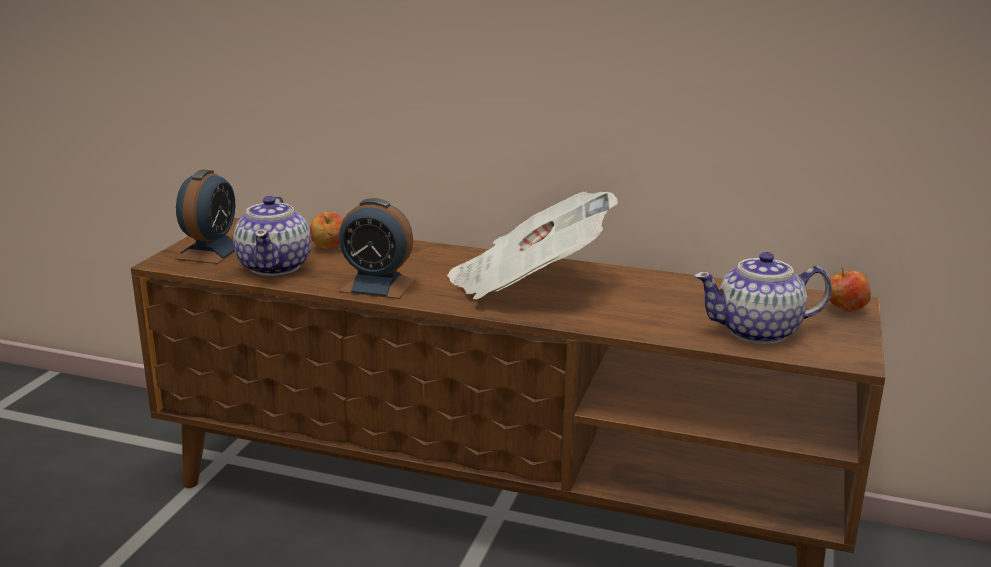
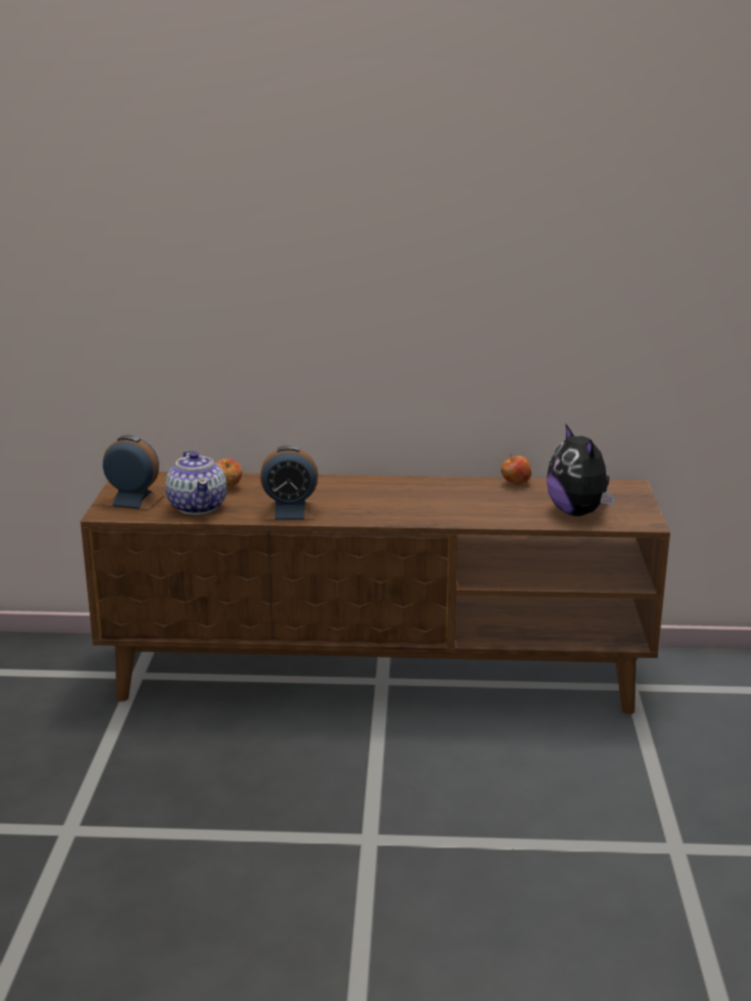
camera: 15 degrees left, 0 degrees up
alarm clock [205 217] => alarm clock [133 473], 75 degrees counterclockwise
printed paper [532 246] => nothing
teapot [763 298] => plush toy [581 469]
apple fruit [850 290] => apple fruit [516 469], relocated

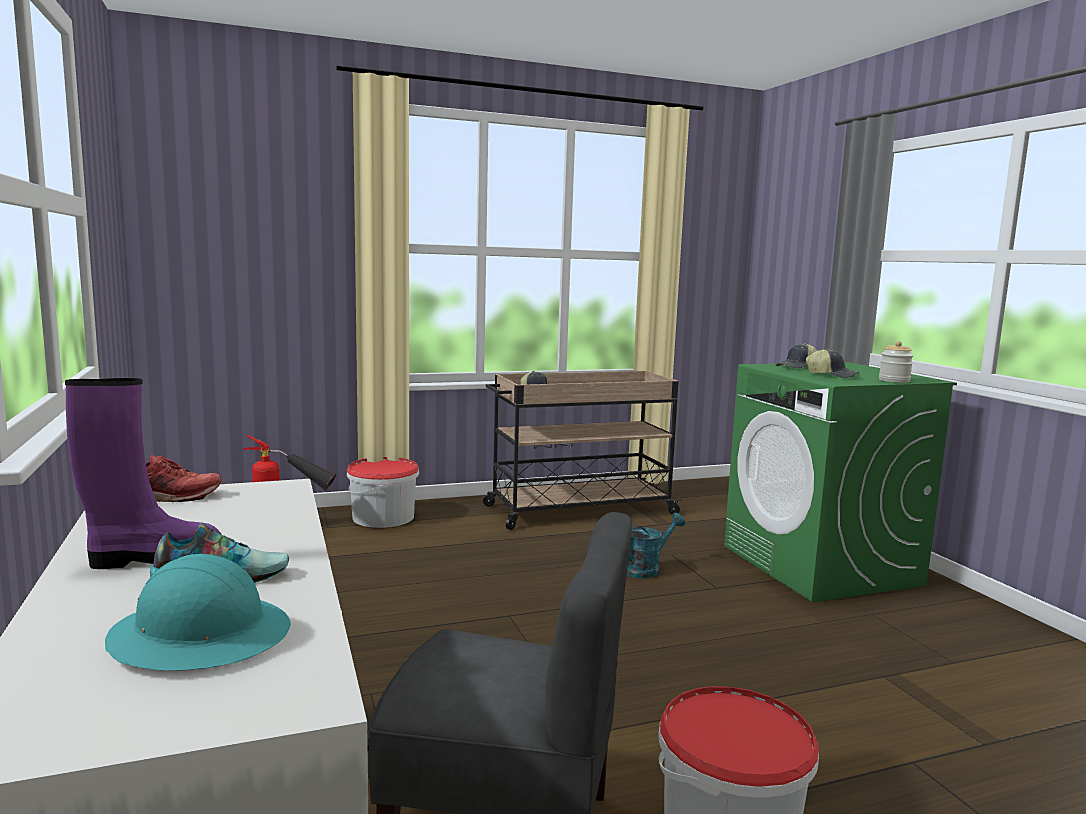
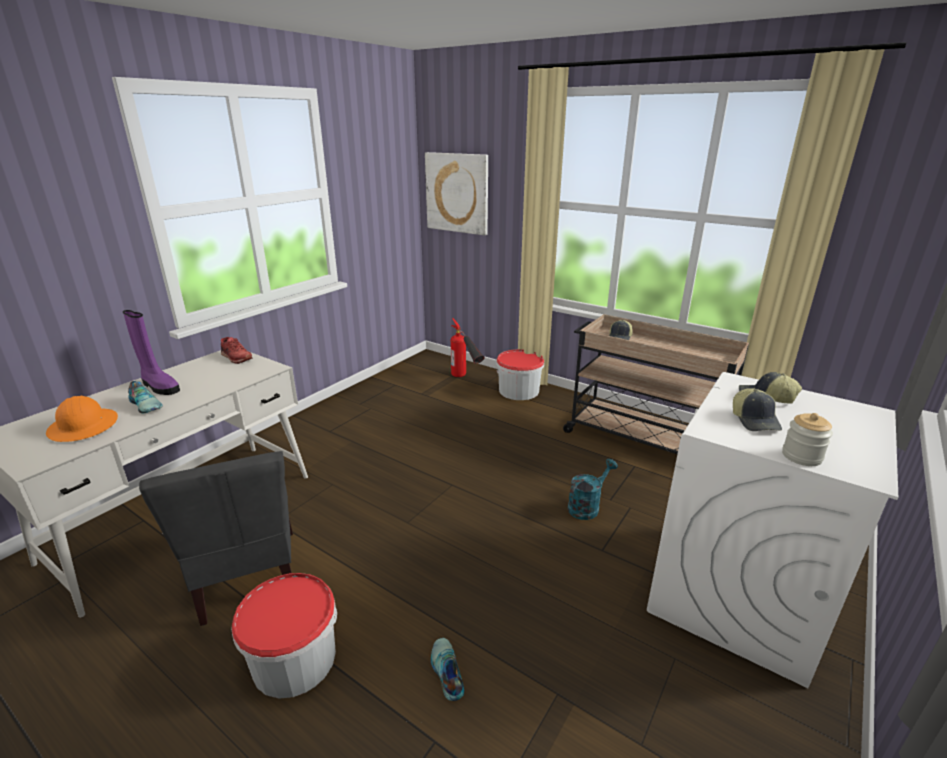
camera: 55 degrees right, 15 degrees up
green laundry appliance [840 482] => white laundry appliance [772 530]
blue-green sprinkling can [656 546] => blue-green sprinkling can [593 489], 60 degrees counterclockwise
blue-green hard hat [198 612] => orange-coloured hard hat [82 419]
nothing => wall art [456 193]
nothing => low shoe [447 669]

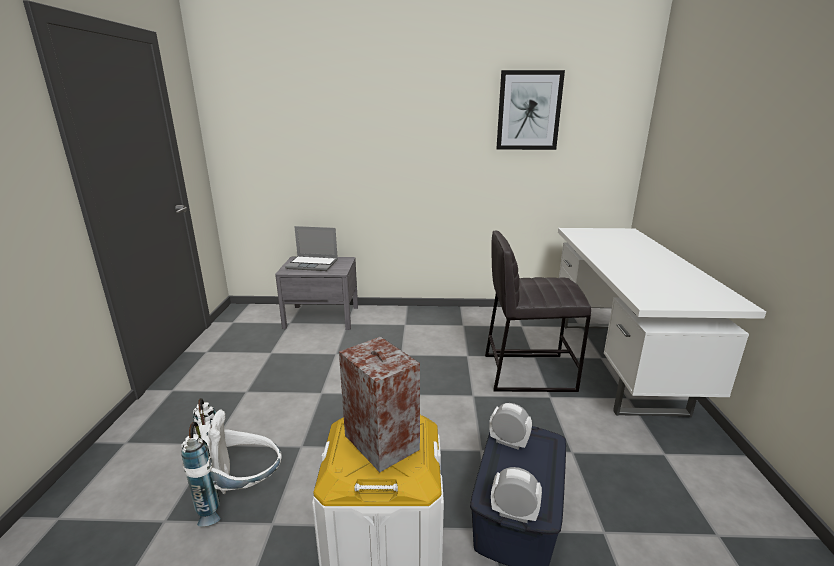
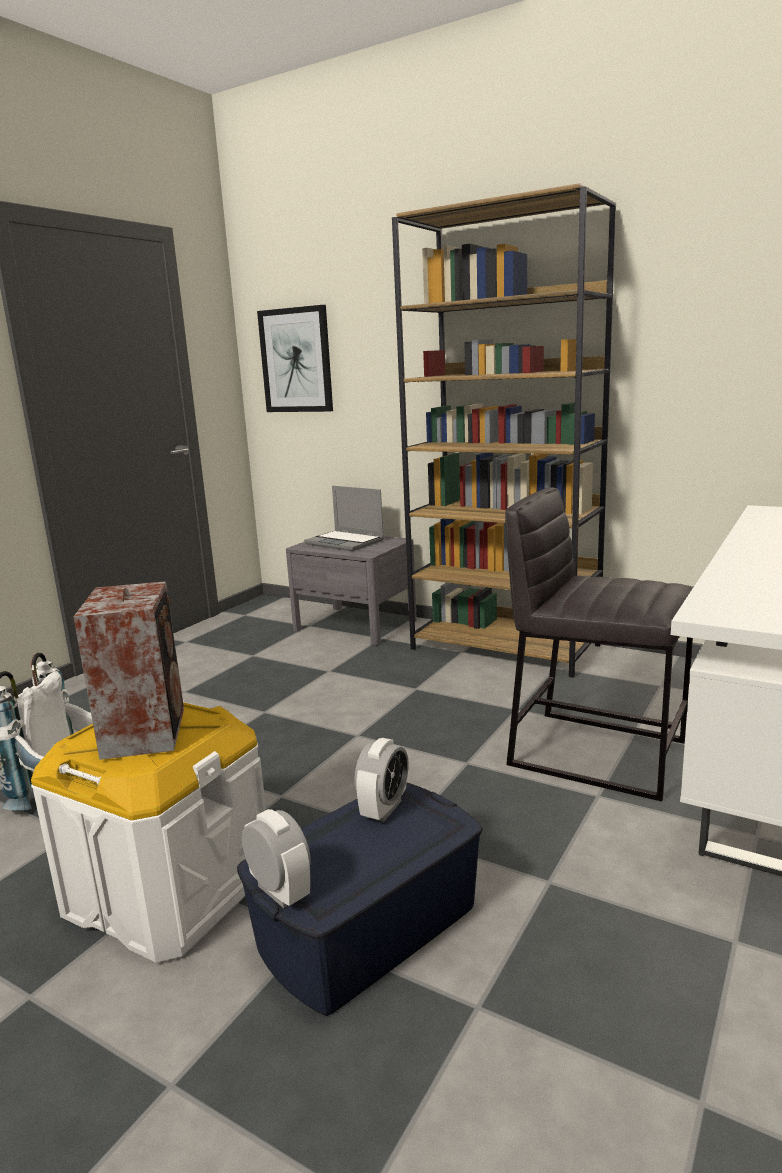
camera: 30 degrees right, 5 degrees down
wall art [530 110] => wall art [295 358], relocated
alarm clock [510 426] => alarm clock [382 780], 60 degrees clockwise
nothing => brownish bookshelf [504 430]

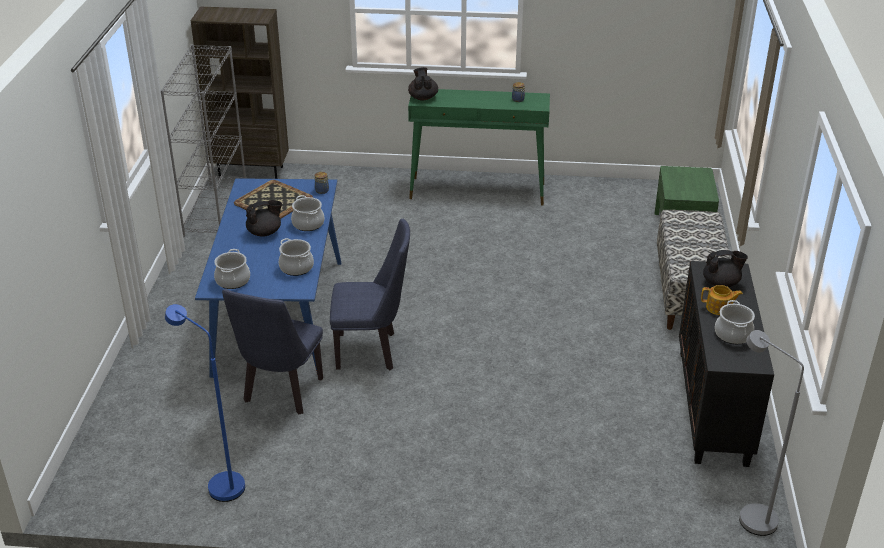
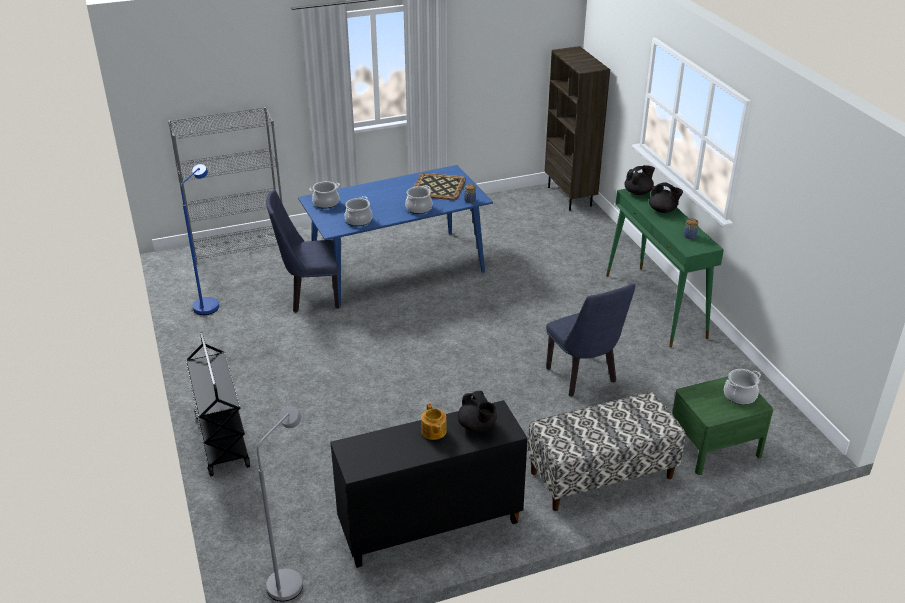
camera: 65 degrees right, 0 degrees up
gray bookshelf [203 141] => gray bookshelf [225 186], relocated
blackish teapot [264 218] => blackish teapot [666 197], relocated
blue-coloured plain chair [370 294] => blue-coloured plain chair [590 340], relocated
saucepot [735 322] => saucepot [742 387], relocated
nothing => blackish wheeled cart [218 404]

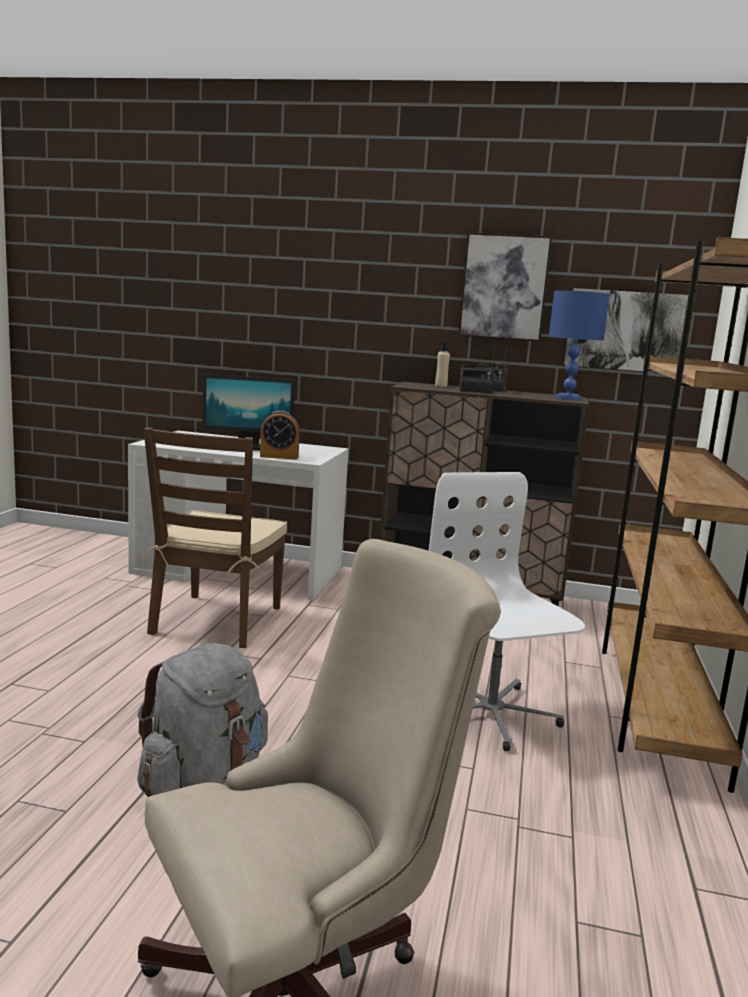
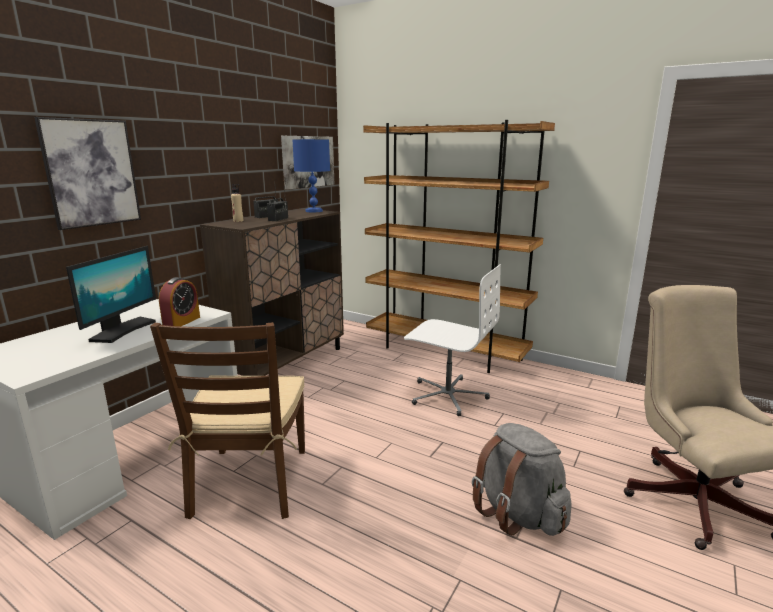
camera: 70 degrees left, 5 degrees up
wall art [505 287] => wall art [87 173], relocated
brownish plain chair [214 537] => brownish plain chair [227 420], 60 degrees clockwise
white desk chair [507 611] => white desk chair [452 340], 150 degrees counterclockwise

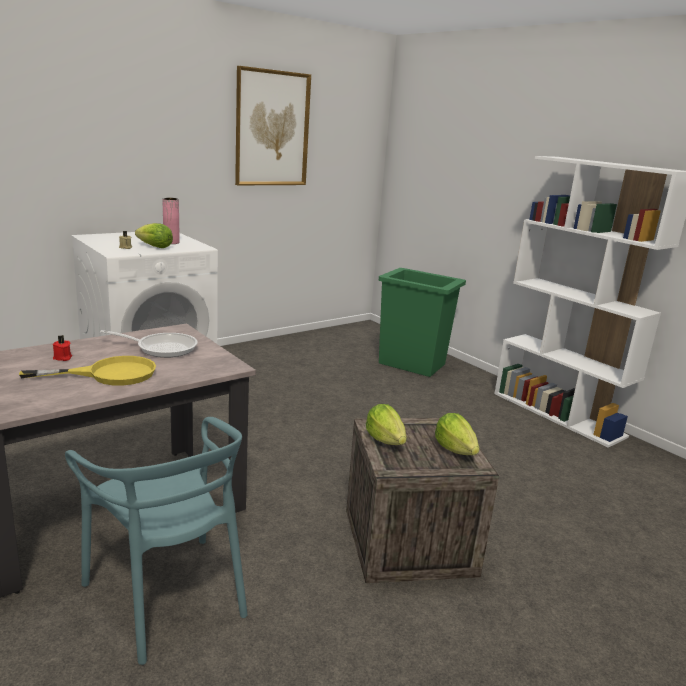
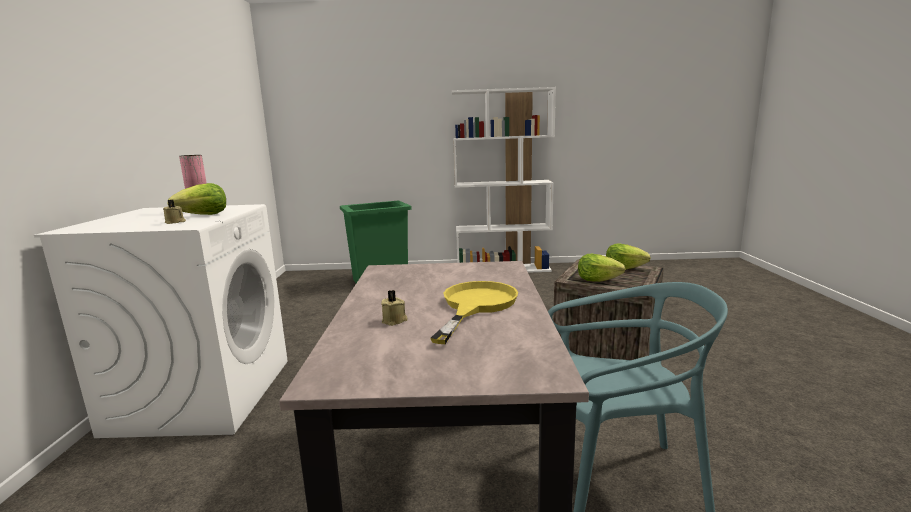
camera: 50 degrees left, 5 degrees down
wall art [273 125] => nothing
skillet [149 344] => nothing
red wax light [62 348] => beige wax light [394 308]

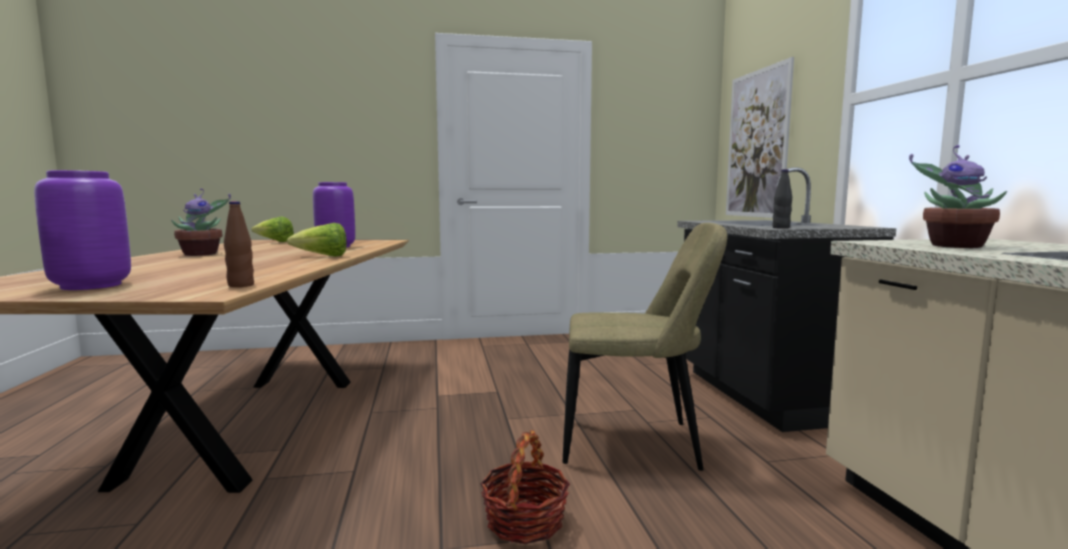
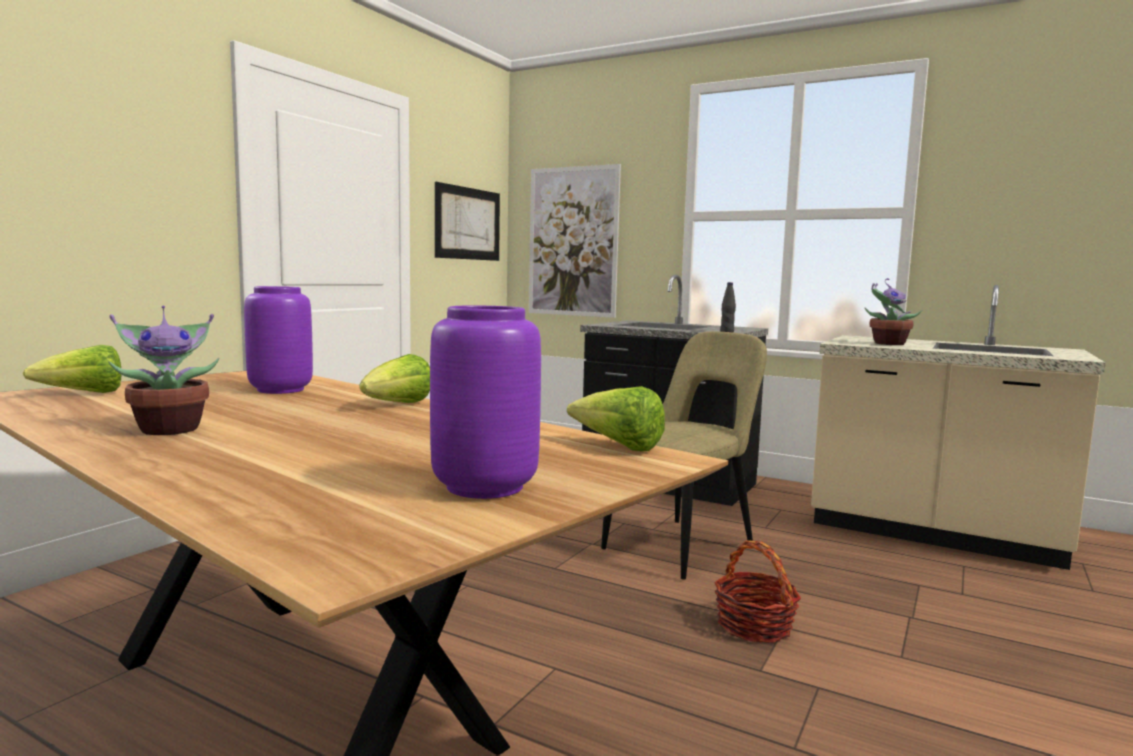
camera: 50 degrees left, 0 degrees up
brownish beverage bottle [239 244] => head of lettuce [616 418]
nothing => wall art [467 221]

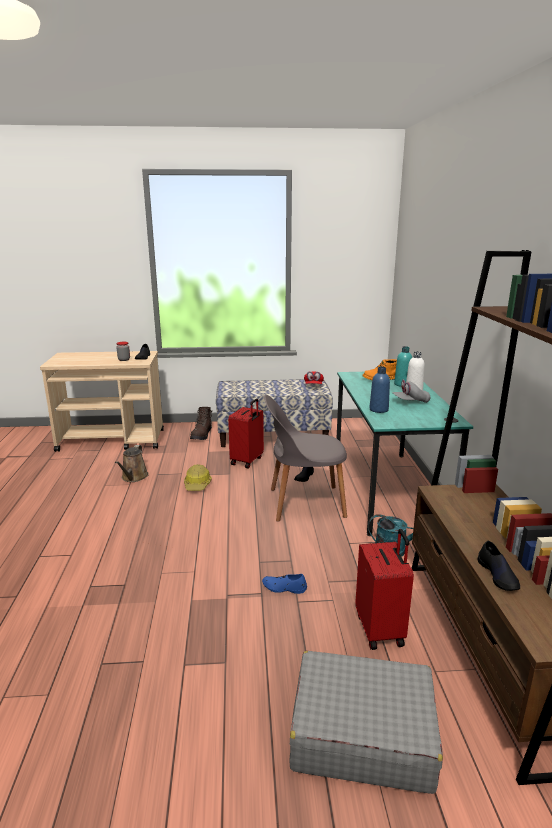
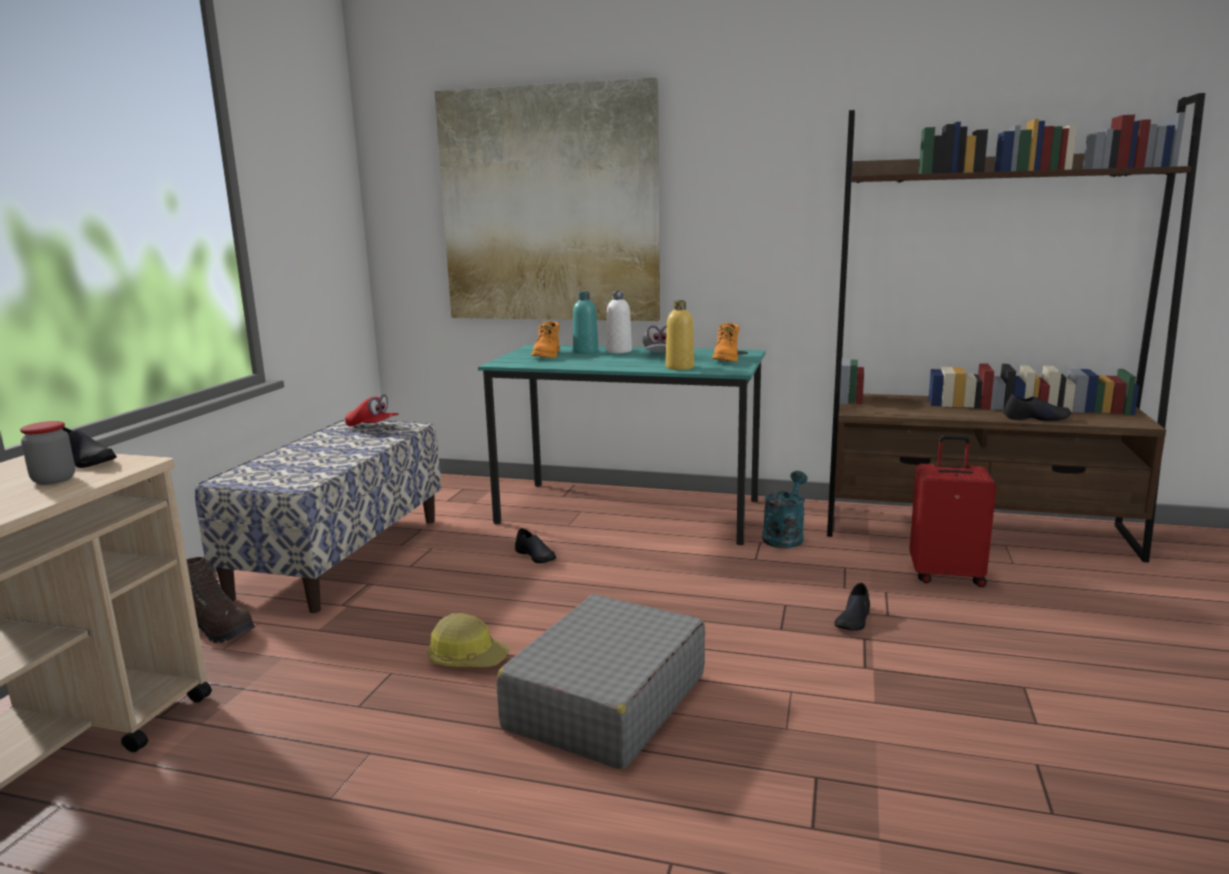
camera: 70 degrees left, 5 degrees down
blue-coloured beverage bottle [380 390] => yellow beverage bottle [680 335]
gray plain chair [305 458] => nothing
red travel case [246 433] => nothing
brownish sprinkling can [132 463] => nothing
blue-coloured low shoe [284 584] => blackish low shoe [852 607]
gray travel case [366 722] => gray travel case [601 682], relocated
nothing => wall art [547 199]
nothing => orange-coloured boot [726 342]

